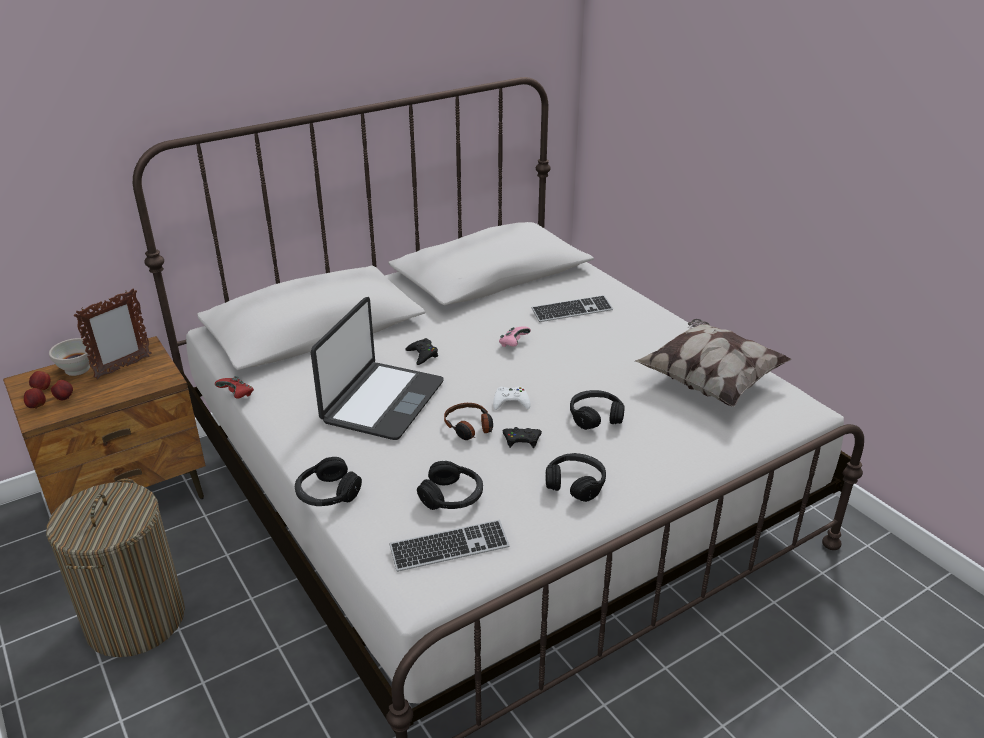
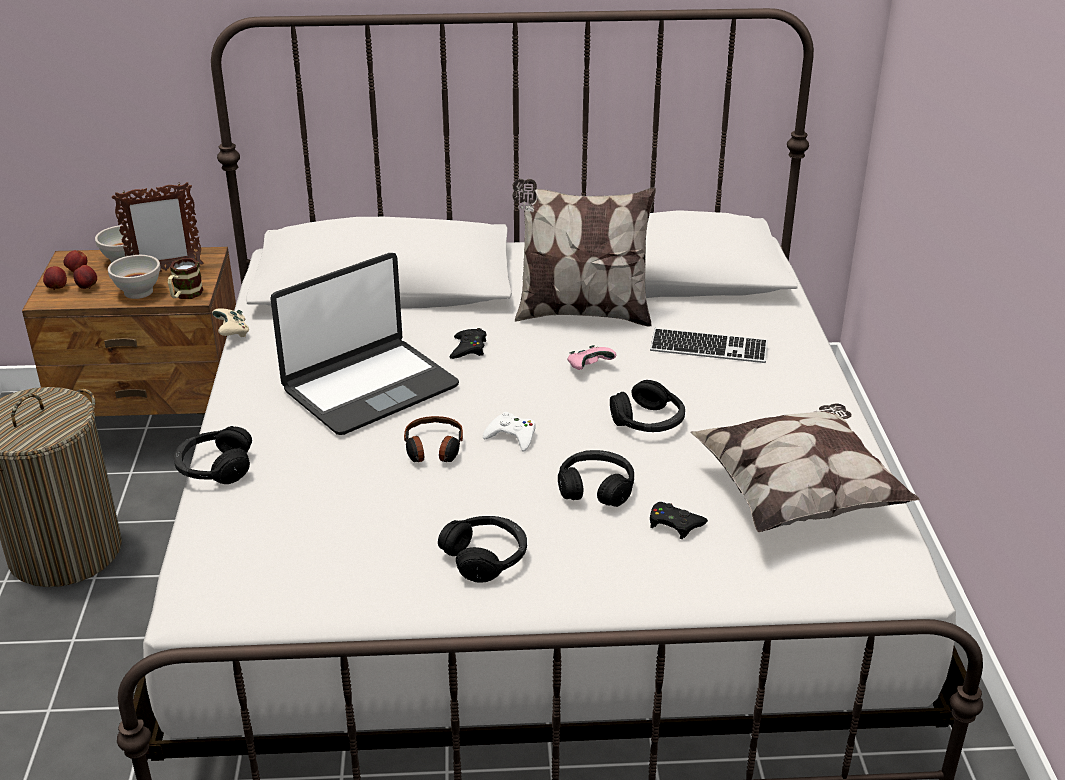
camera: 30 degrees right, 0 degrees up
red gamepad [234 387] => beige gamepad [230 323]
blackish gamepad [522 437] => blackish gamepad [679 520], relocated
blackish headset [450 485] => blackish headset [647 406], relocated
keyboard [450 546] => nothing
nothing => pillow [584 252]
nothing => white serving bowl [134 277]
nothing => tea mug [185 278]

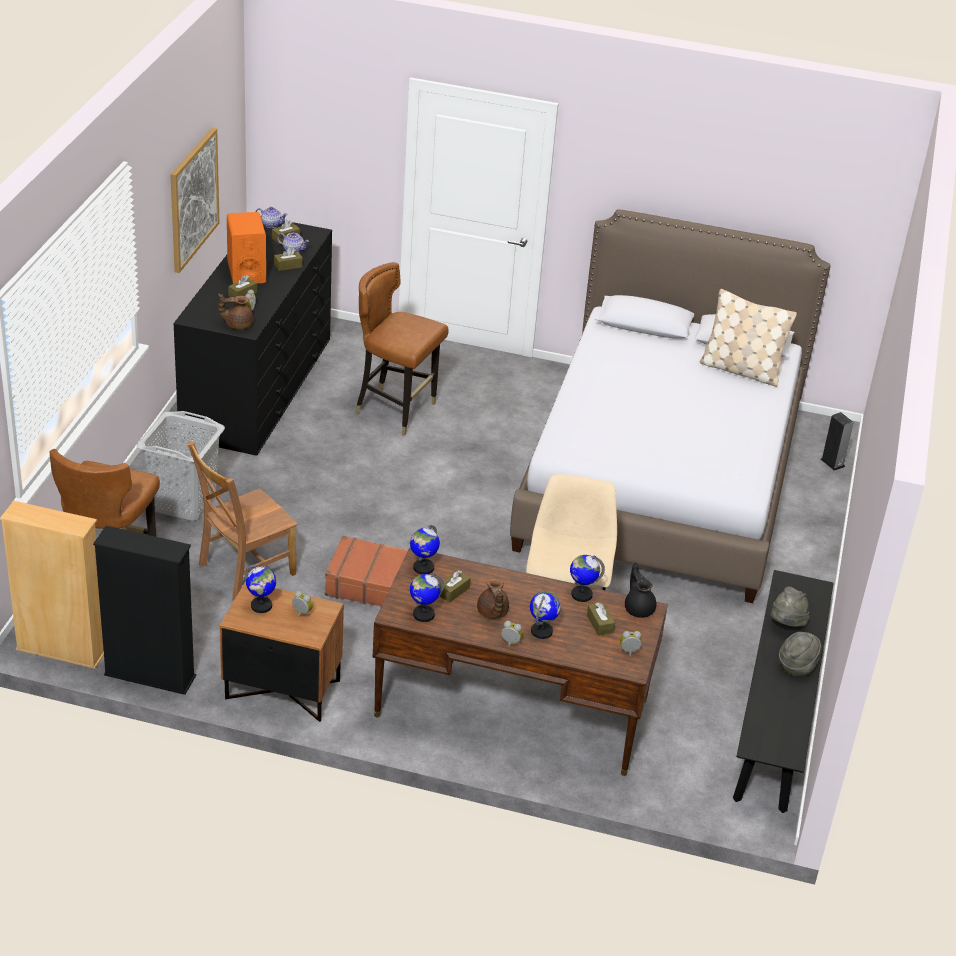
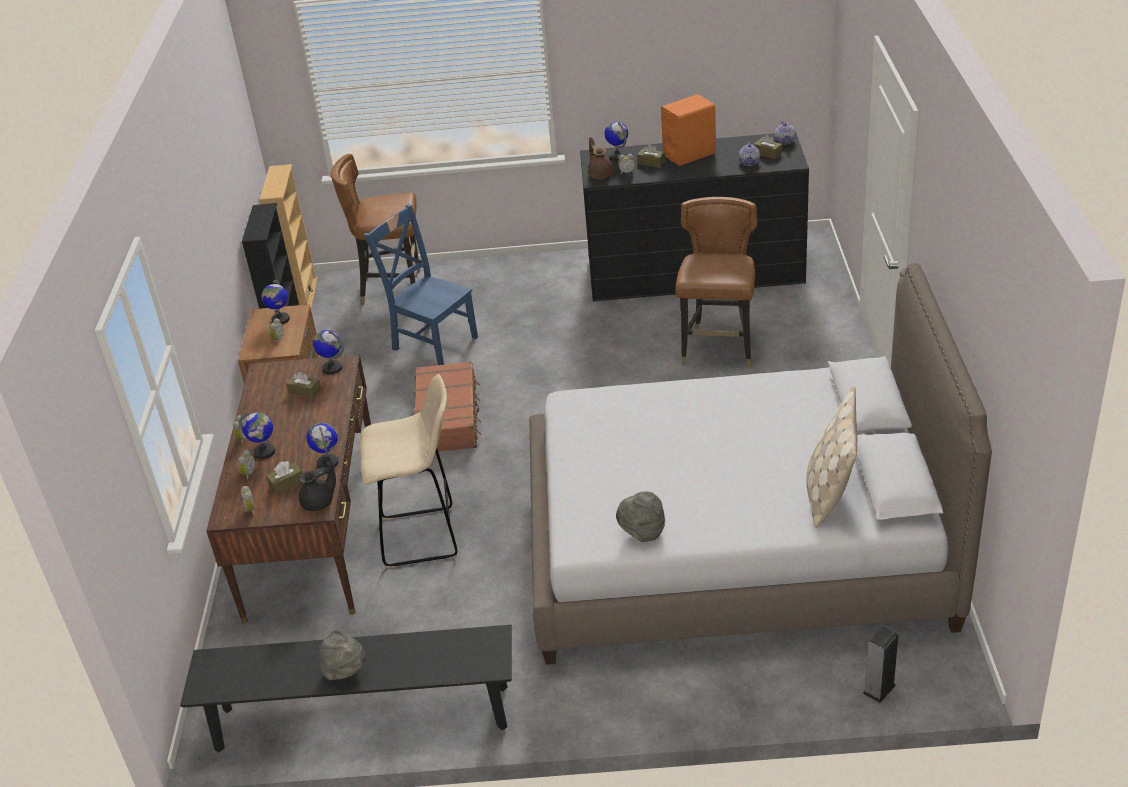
camera: 80 degrees right, 0 degrees up
wall art [195 200] => nothing
brownish box of tissues [288 259] => nothing
gray hamper [181 466] => nothing
brownish plain chair [242 521] => blue-coloured plain chair [421 284]
world globe [427 597] => world globe [616 141], relocated
brownish teapot [493 598] => nothing
gray hat [790 607] => gray hat [640 517], relocated
nothing => alarm clock [246 464]

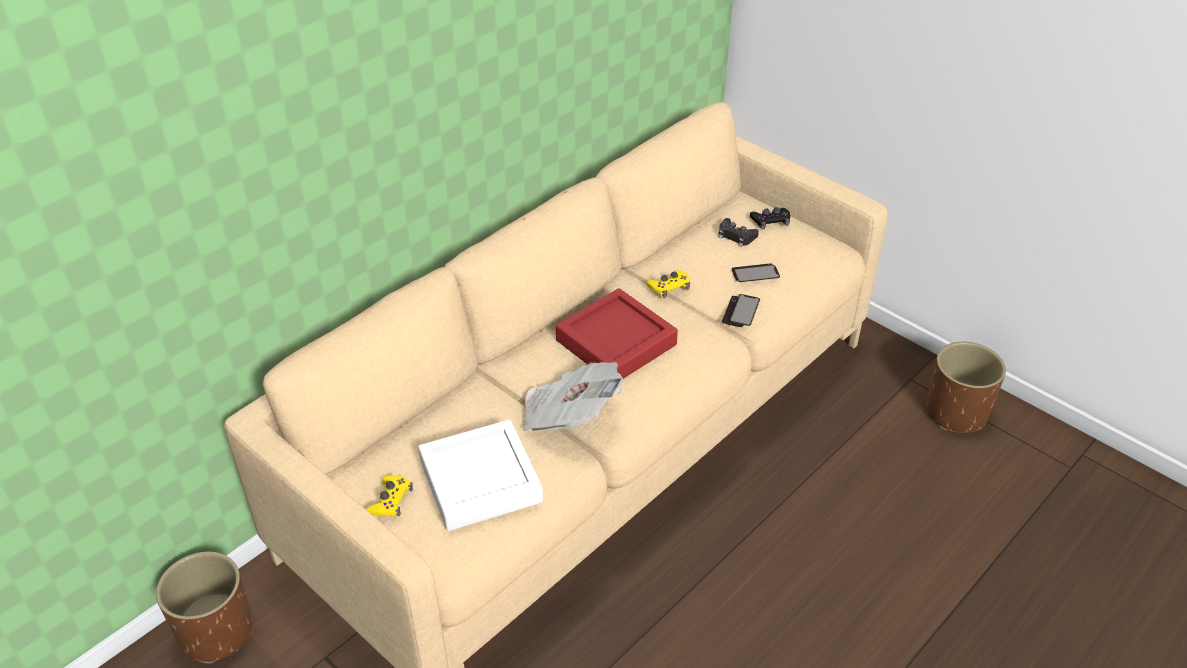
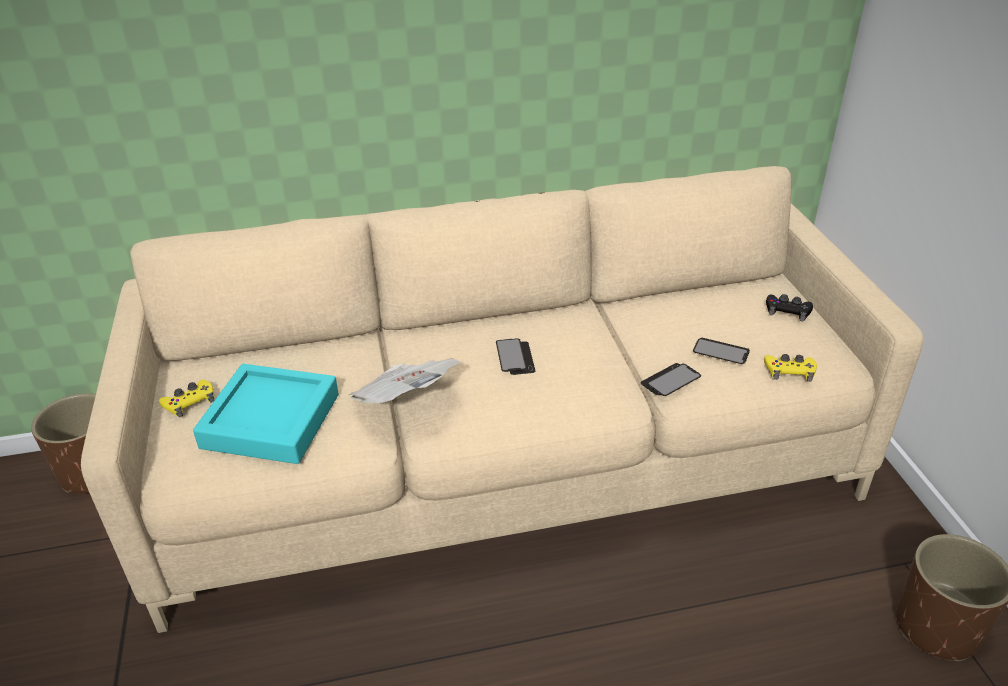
camera: 35 degrees right, 5 degrees down
blackish gamepad [739 232] => nothing
yellow gamepad [668 284] => yellow gamepad [790 368], relocated
red carrying tray [617 333] => telephone [515 356]
white carrying tray [480 475] => blue-green carrying tray [266 414]

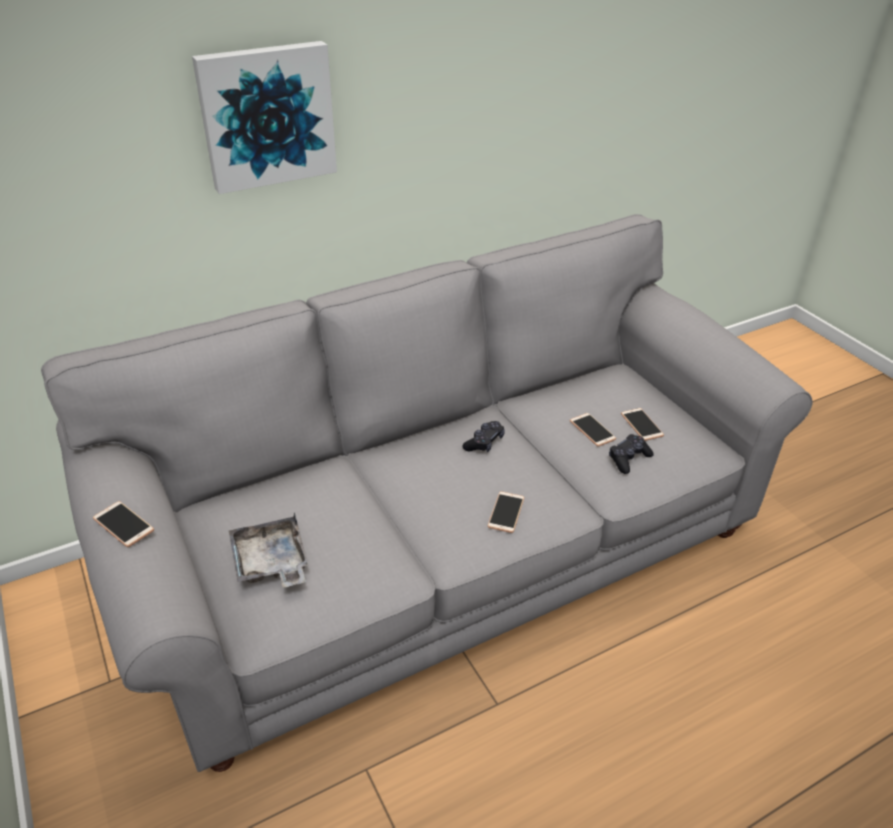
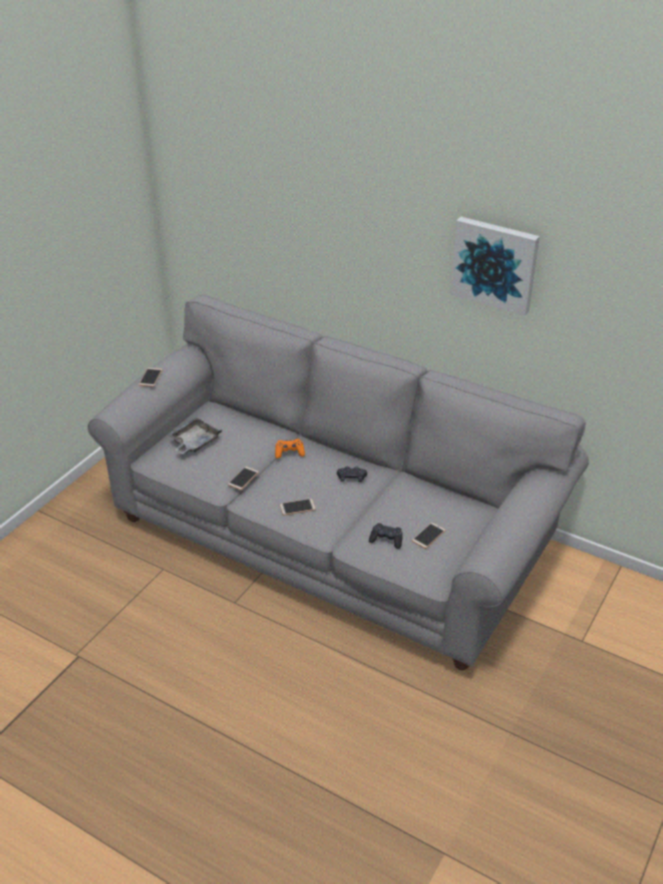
camera: 60 degrees right, 0 degrees up
wall art [264 117] => wall art [495 266], relocated
telephone [593 430] => telephone [243 478], relocated
nothing => orange-coloured gamepad [290 449]

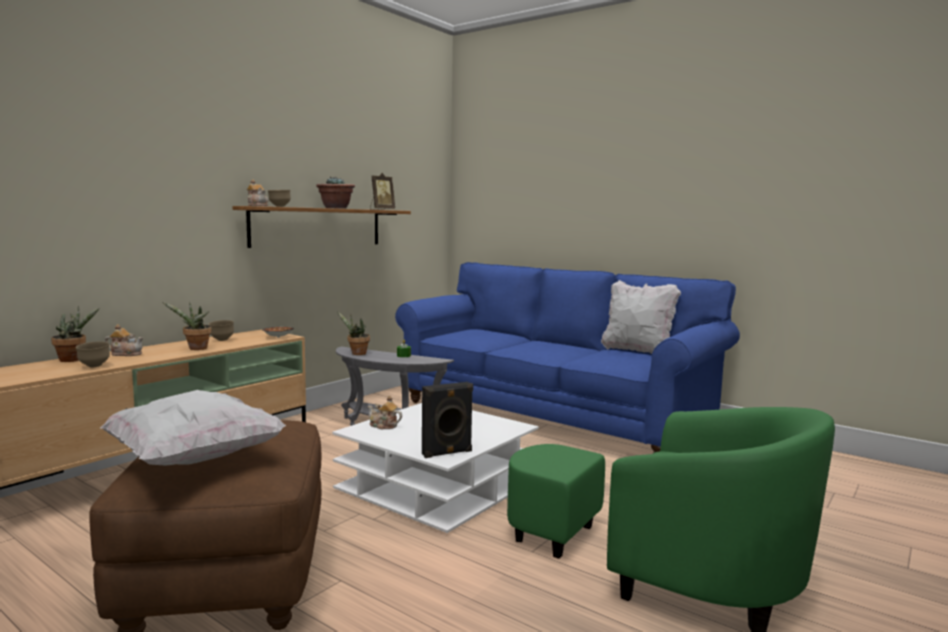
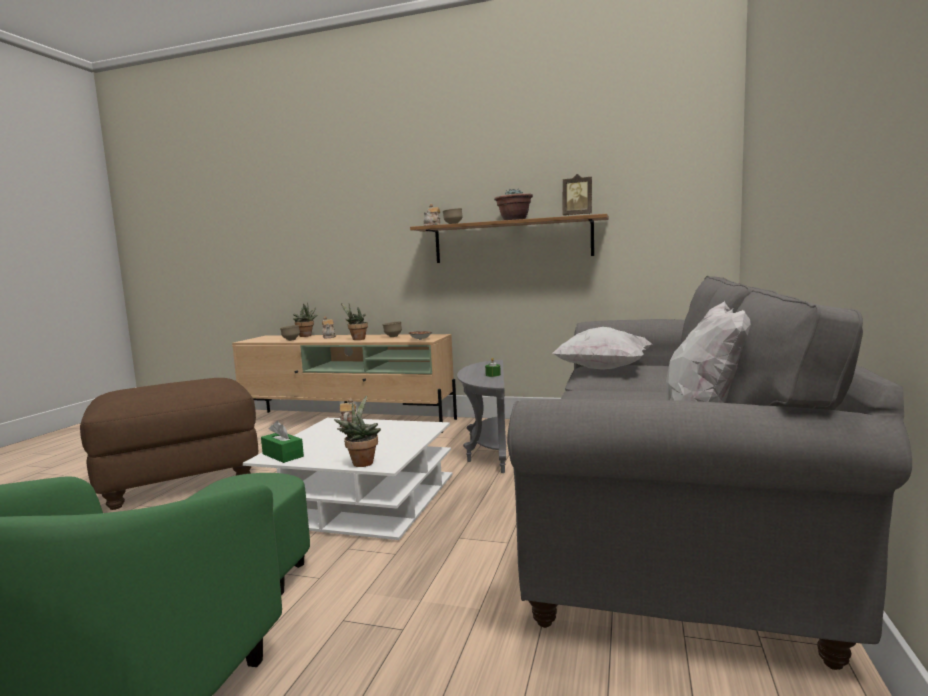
camera: 70 degrees right, 0 degrees up
blue-coloured couch [567 357] => gray couch [709 472]
plant in a pot [353 333] => plant in a pot [357 431], relocated
blackish loudspeaker [447 420] => green box of tissues [282 442]
white pillow [193 428] => white pillow [602 348], relocated

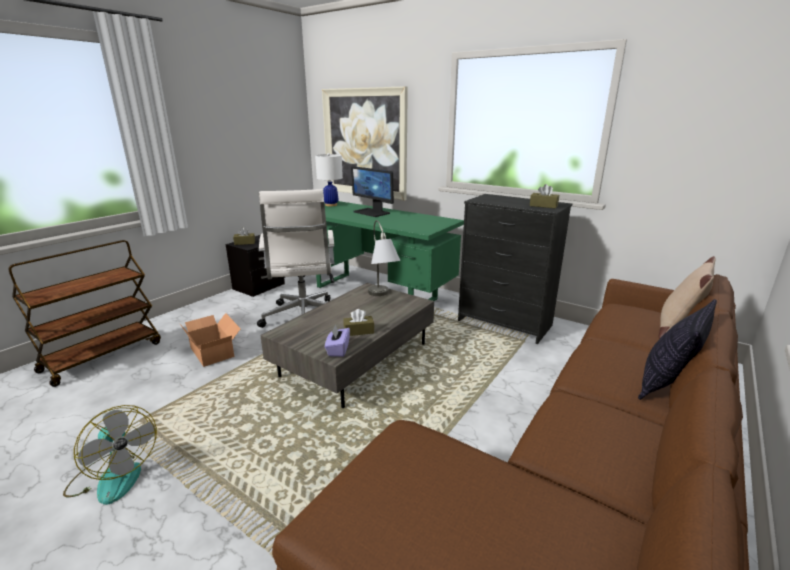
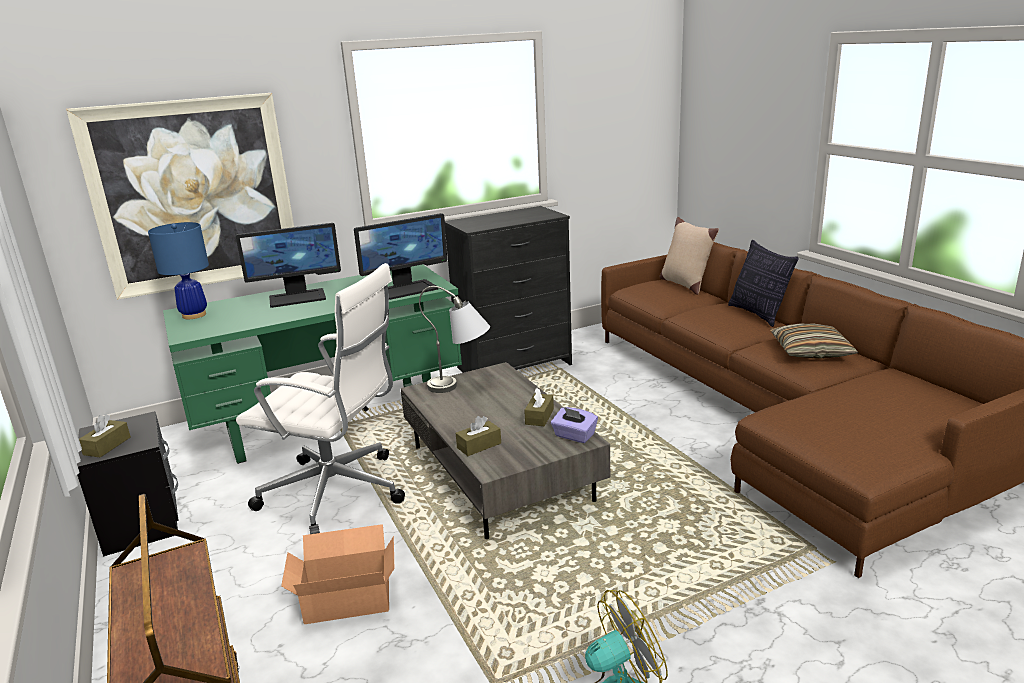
camera: 60 degrees left, 0 degrees up
white table lamp [329 179] => blue-coloured table lamp [178 270]
brownish box of tissues [544 196] => brownish box of tissues [478 436], relocated
nothing => monitor [400 256]
nothing => pillow [814 341]

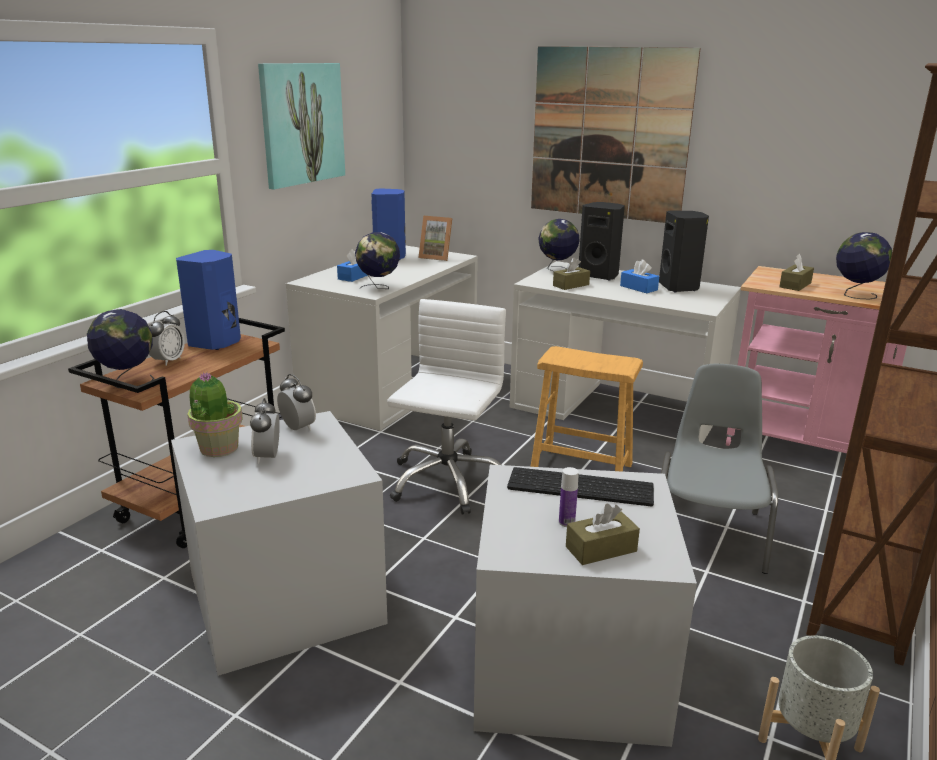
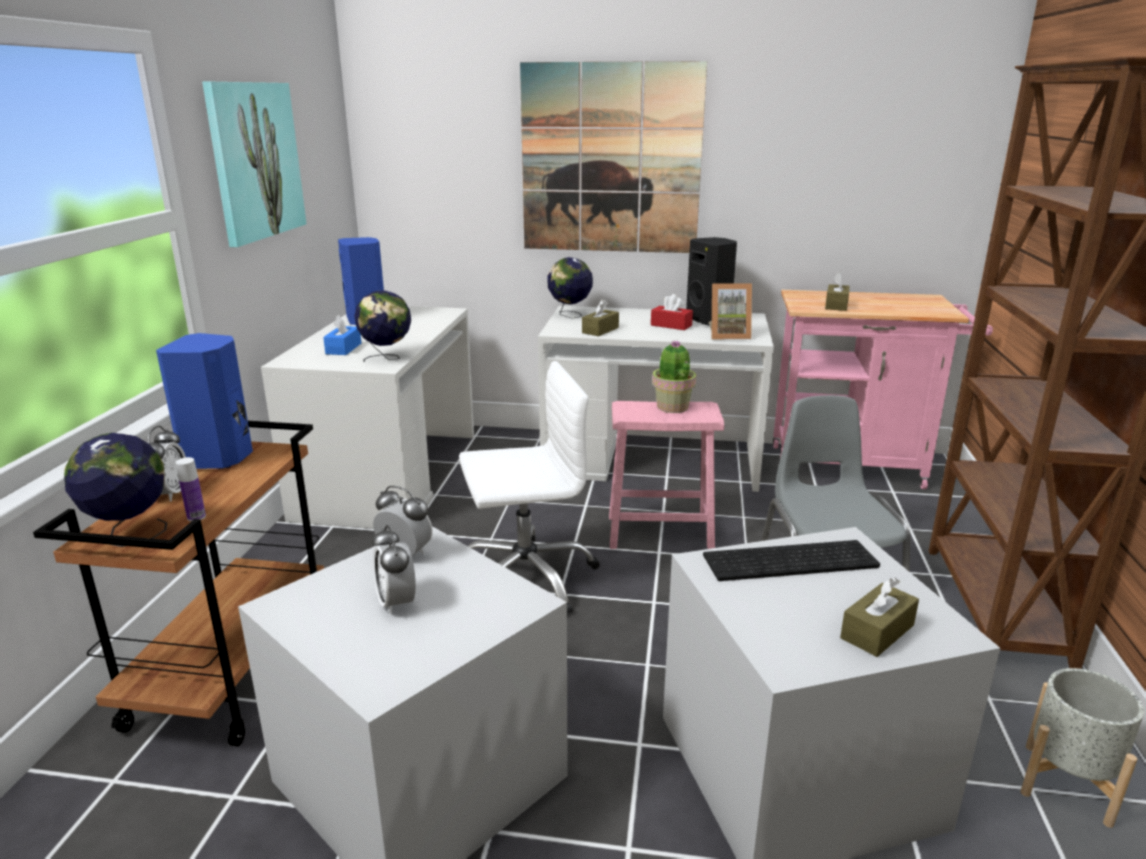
camera: 20 degrees left, 0 degrees up
blackish loudspeaker [601 241] => nothing
photo frame [435 238] => photo frame [730 311], relocated
world globe [864 265] => nothing
blue-coloured box of tissues [639 276] => red box of tissues [672 312]
white desk chair [446 407] => white desk chair [529 487], 75 degrees clockwise
brownish sitting stool [587 409] => pink-coloured sitting stool [666 475]
plant in a pot [215 414] => plant in a pot [674 376], relocated
beverage bottle [569 497] => beverage bottle [191 489], relocated

